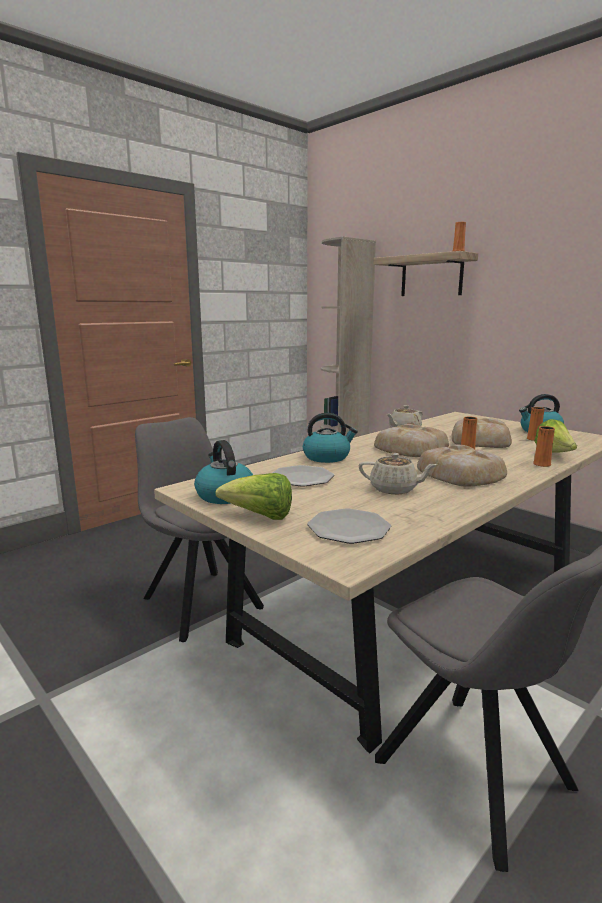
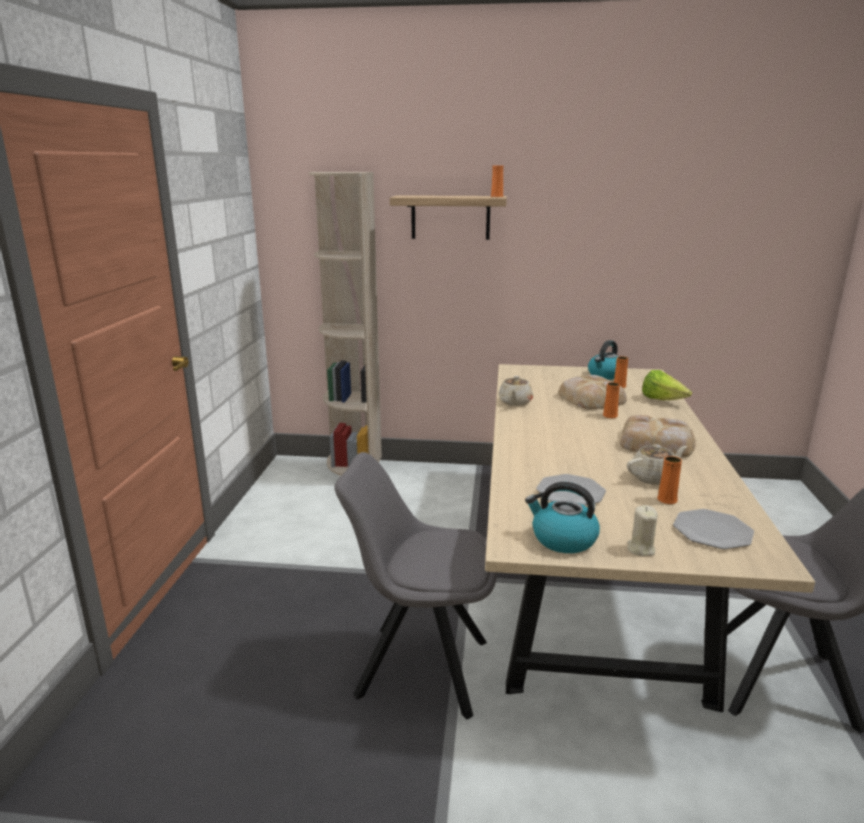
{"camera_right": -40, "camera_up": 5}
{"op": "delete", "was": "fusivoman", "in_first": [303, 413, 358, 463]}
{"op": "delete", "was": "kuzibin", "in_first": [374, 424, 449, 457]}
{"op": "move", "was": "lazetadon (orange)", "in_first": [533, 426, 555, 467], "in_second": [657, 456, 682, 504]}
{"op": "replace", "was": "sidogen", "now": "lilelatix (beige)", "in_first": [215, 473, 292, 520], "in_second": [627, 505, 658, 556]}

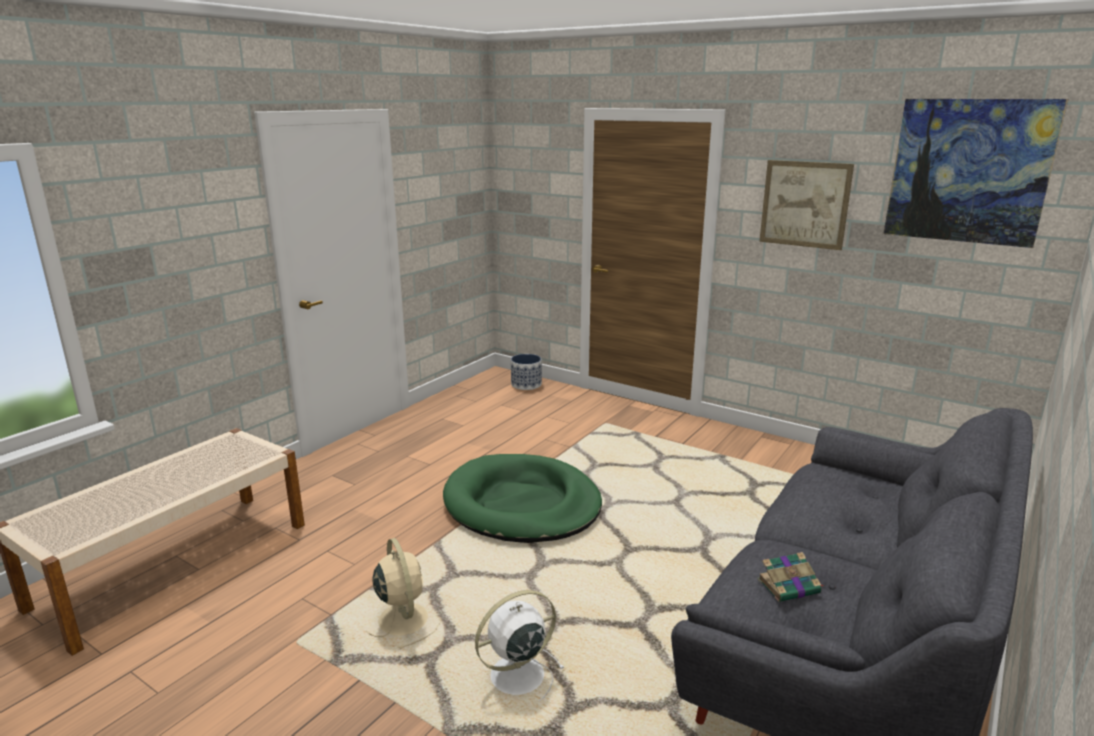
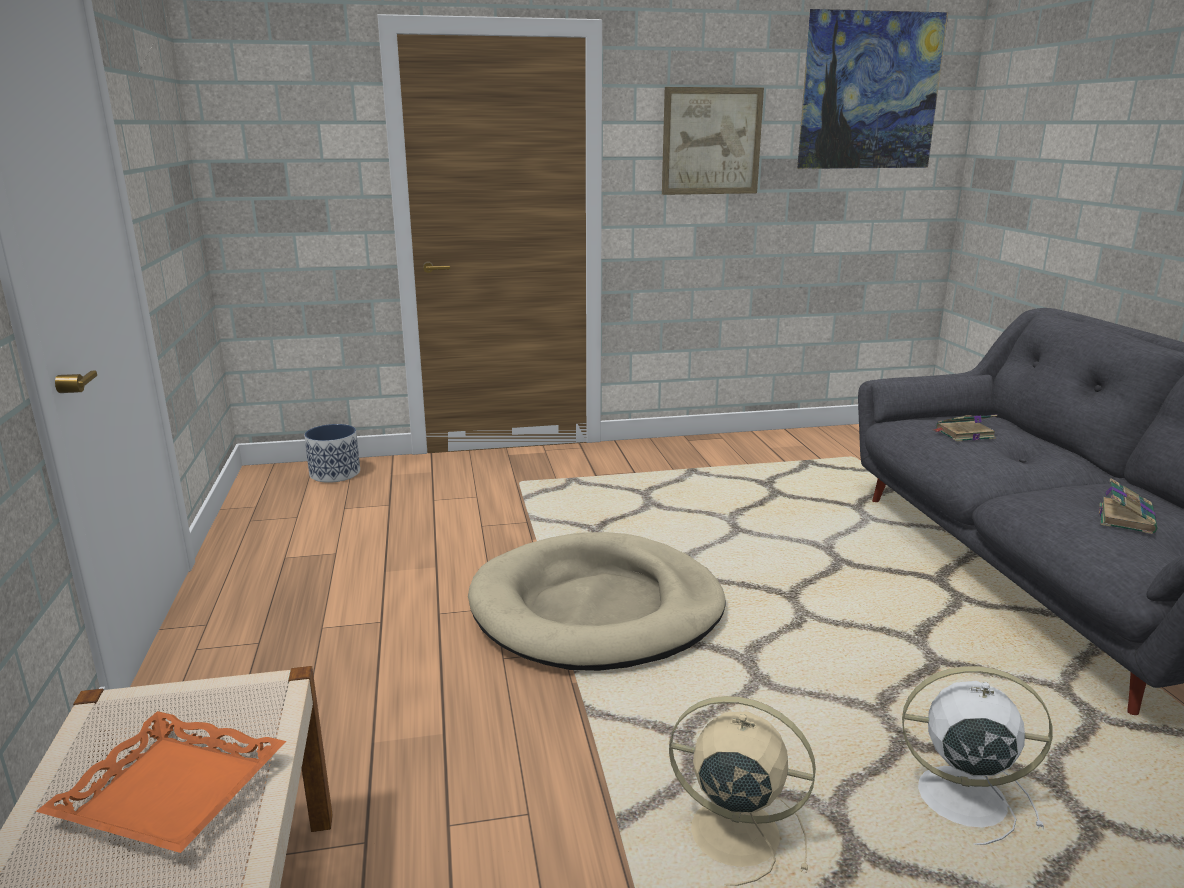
{"camera_right": -45, "camera_up": 0}
{"op": "recolor", "was": "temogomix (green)", "now": "temogomix (beige)", "in_first": [443, 454, 602, 543], "in_second": [468, 532, 726, 671]}
{"op": "rotate", "was": "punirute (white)", "in_first": [475, 590, 565, 702], "in_second": [902, 666, 1053, 845], "clockwise": 90}
{"op": "insert", "now": "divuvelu", "in_second": [935, 414, 997, 442]}
{"op": "insert", "now": "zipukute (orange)", "in_second": [36, 711, 286, 853]}

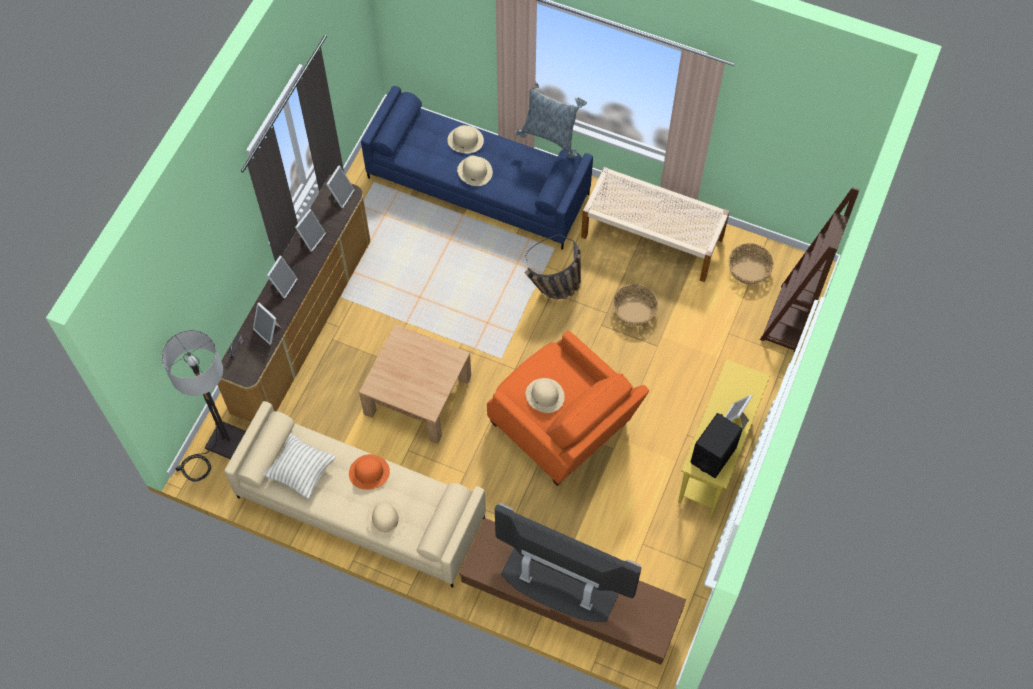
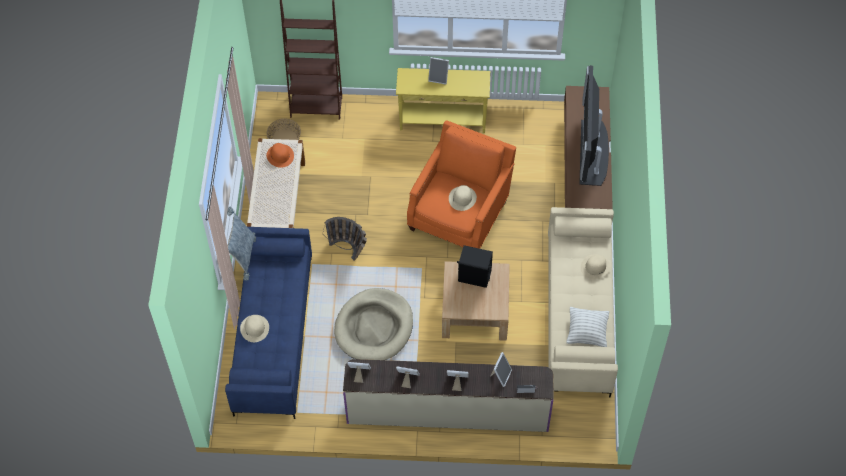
{"camera_right": -110, "camera_up": -5}
{"op": "delete", "was": "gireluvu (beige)", "in_first": [457, 156, 493, 186]}
{"op": "recolor", "was": "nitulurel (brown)", "now": "nitulurel (purple)", "in_first": [218, 175, 370, 423], "in_second": [343, 359, 554, 432]}
{"op": "delete", "was": "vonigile", "in_first": [613, 284, 658, 326]}
{"op": "delete", "was": "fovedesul", "in_first": [162, 330, 246, 482]}
{"op": "move", "was": "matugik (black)", "in_first": [691, 413, 743, 478], "in_second": [457, 245, 493, 288]}
{"op": "move", "was": "gireluvu (orange)", "in_first": [349, 454, 390, 490], "in_second": [266, 143, 294, 168]}
{"op": "insert", "now": "temogomix (beige)", "in_second": [334, 288, 413, 360]}

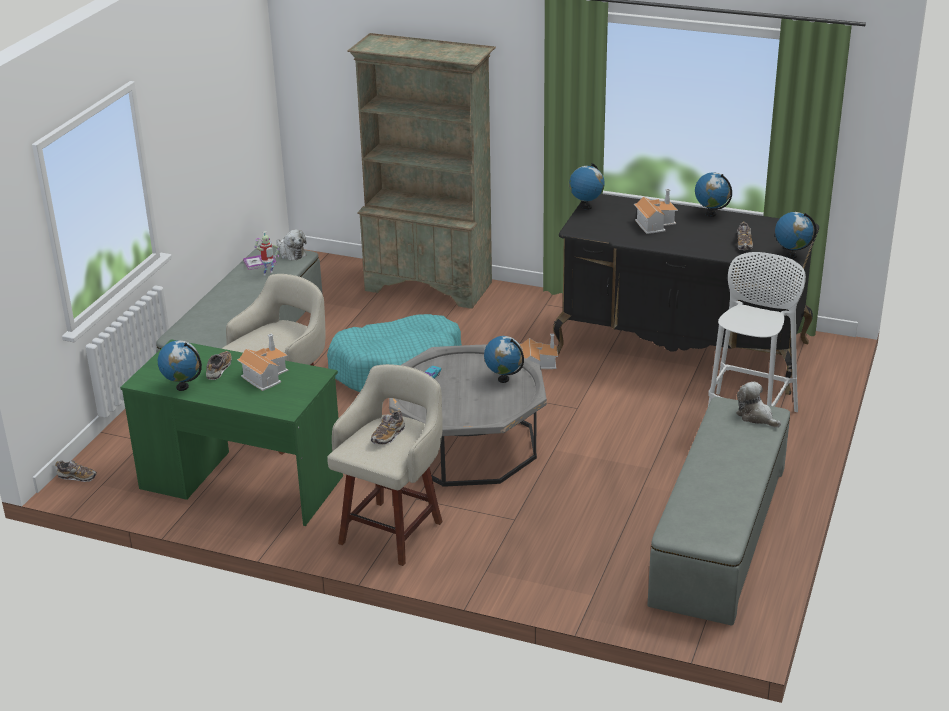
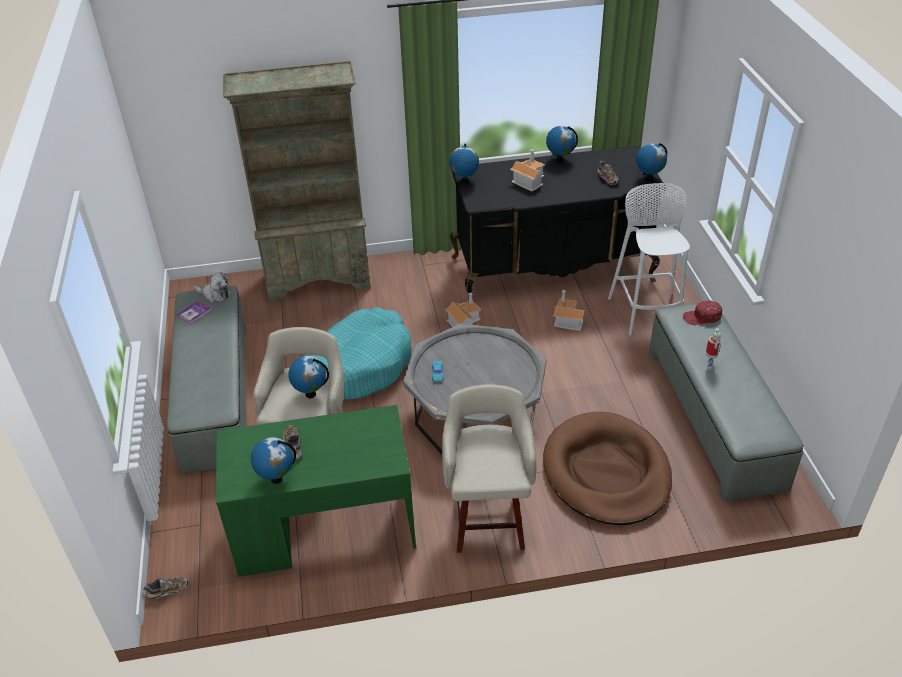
{"camera_right": -30, "camera_up": 10}
{"op": "move", "was": "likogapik", "in_first": [255, 231, 279, 276], "in_second": [706, 328, 721, 369]}
{"op": "move", "was": "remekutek", "in_first": [237, 334, 288, 391], "in_second": [553, 290, 585, 331]}
{"op": "move", "was": "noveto", "in_first": [484, 336, 524, 383], "in_second": [288, 356, 329, 398]}
{"op": "replace", "was": "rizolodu", "now": "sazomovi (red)", "in_first": [736, 382, 781, 427], "in_second": [683, 300, 722, 325]}
{"op": "delete", "was": "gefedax", "in_first": [371, 410, 405, 444]}
{"op": "insert", "now": "temogomix (brown)", "in_second": [543, 412, 672, 525]}

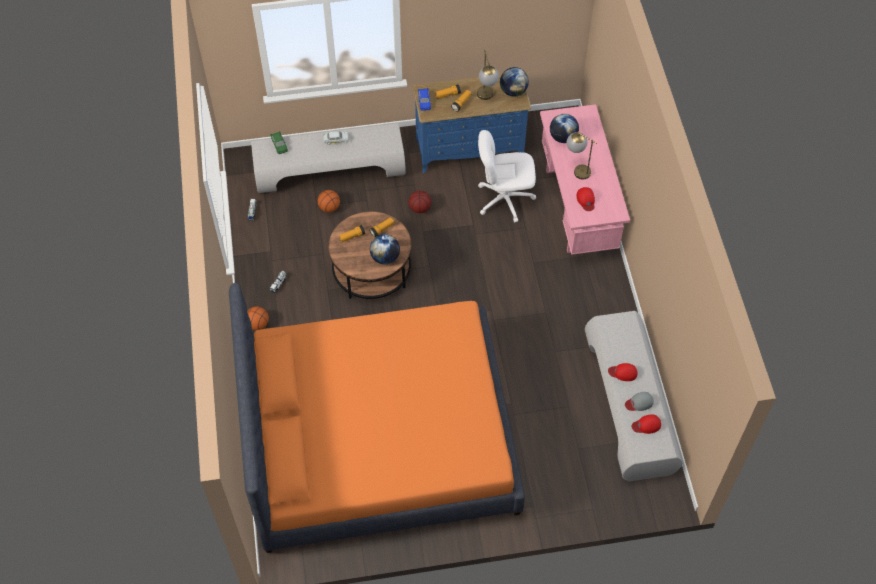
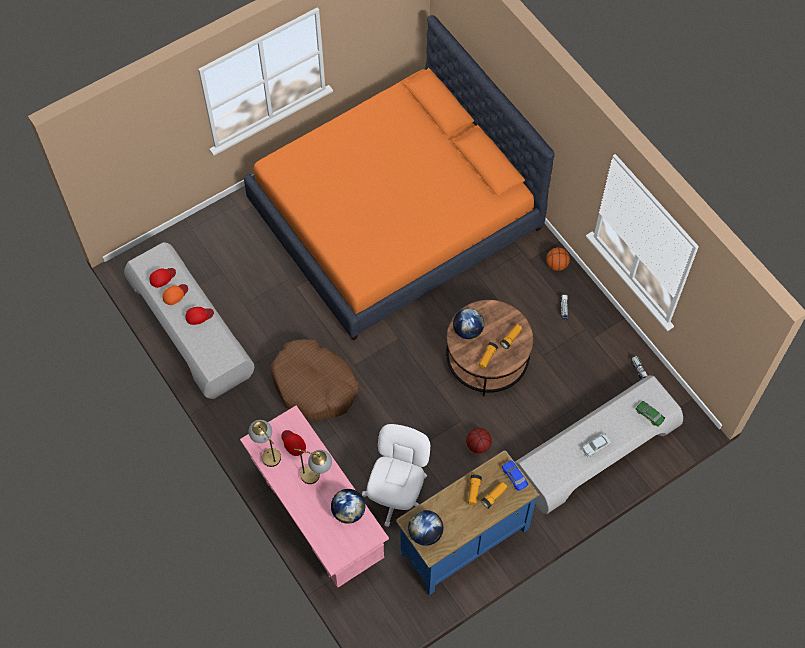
{"camera_right": 155, "camera_up": 5}
{"op": "move", "was": "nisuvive", "in_first": [477, 49, 499, 100], "in_second": [249, 420, 281, 467]}
{"op": "rotate", "was": "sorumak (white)", "in_first": [478, 130, 536, 222], "in_second": [362, 424, 430, 527], "clockwise": -45}
{"op": "delete", "was": "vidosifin", "in_first": [318, 190, 340, 212]}
{"op": "recolor", "was": "sazomovi (grey)", "now": "sazomovi (orange)", "in_first": [625, 392, 654, 411], "in_second": [162, 284, 188, 305]}
{"op": "insert", "now": "temogomix (brown)", "in_second": [270, 339, 359, 420]}

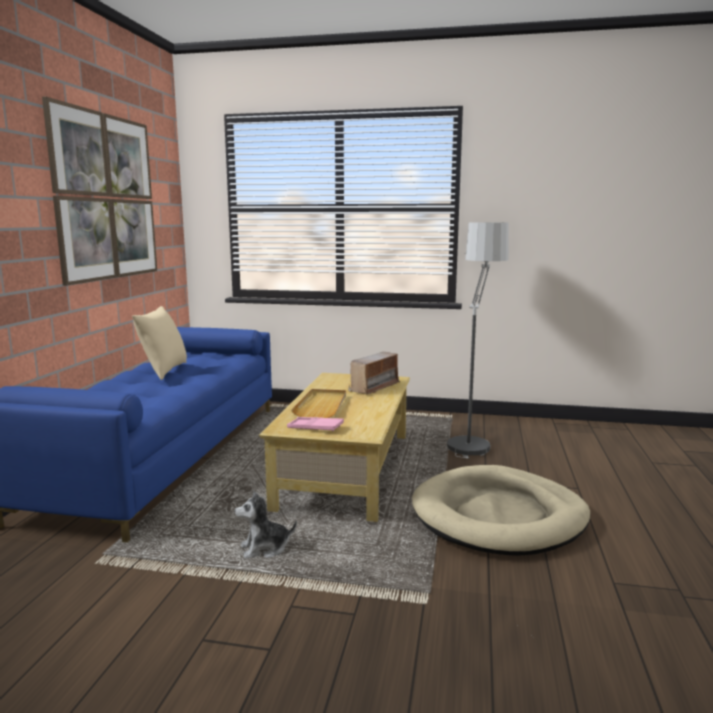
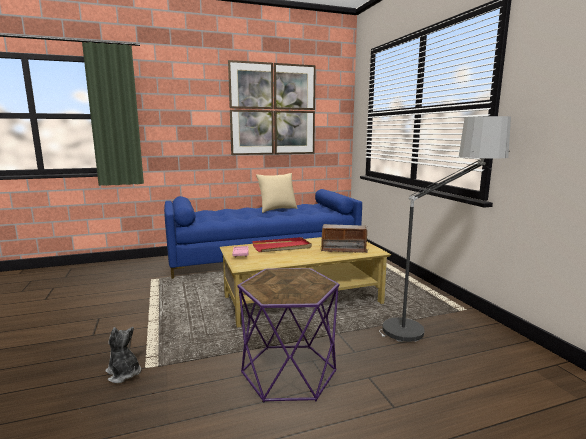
{"camera_right": 60, "camera_up": 0}
{"op": "recolor", "was": "zipukute (beige)", "now": "zipukute (red)", "in_first": [291, 389, 346, 418], "in_second": [252, 237, 312, 252]}
{"op": "replace", "was": "temogomix (beige)", "now": "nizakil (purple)", "in_first": [412, 465, 591, 556], "in_second": [238, 268, 340, 403]}
{"op": "move", "was": "rizolodu", "in_first": [235, 491, 297, 559], "in_second": [106, 327, 141, 383]}

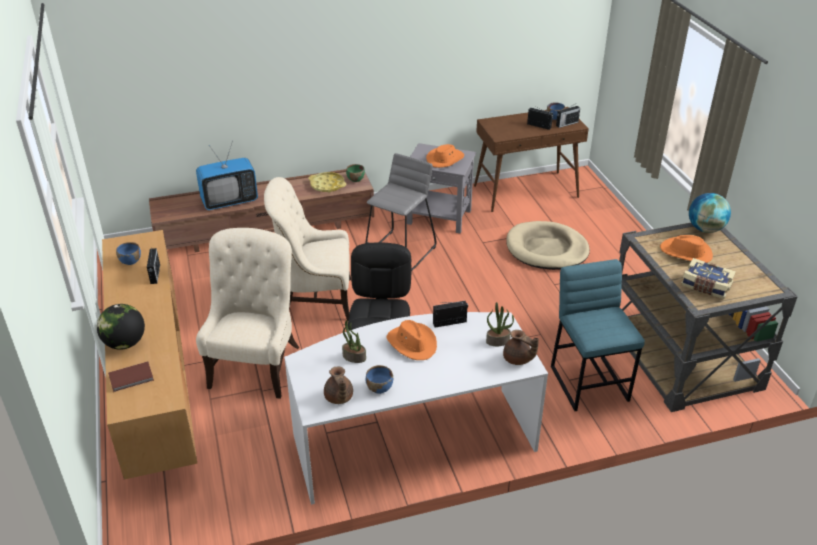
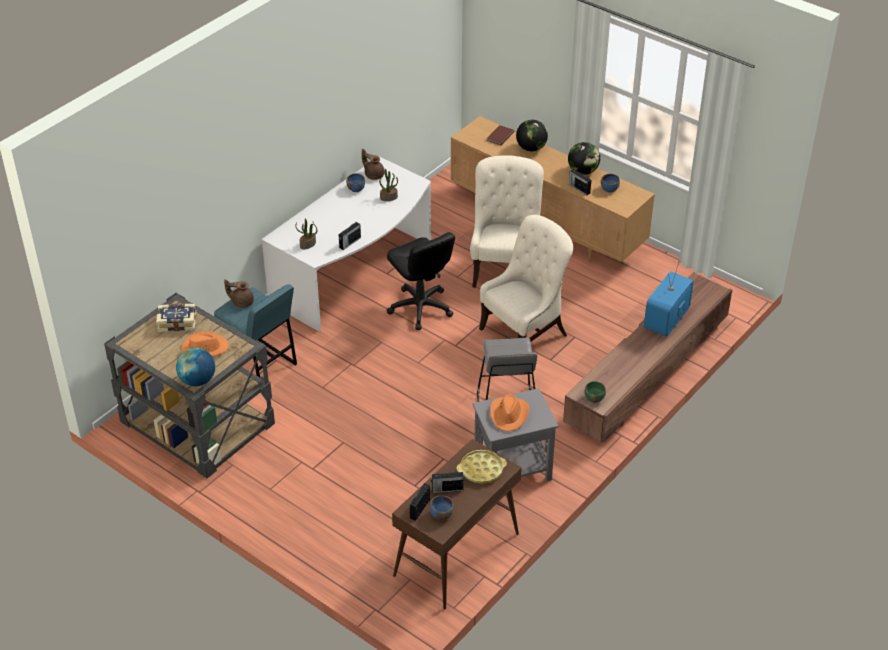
{"camera_right": 145, "camera_up": 5}
{"op": "move", "was": "zipukute (yellow)", "in_first": [308, 172, 346, 192], "in_second": [457, 450, 507, 484]}
{"op": "delete", "was": "temogomix (beige)", "in_first": [506, 221, 590, 270]}
{"op": "rotate", "was": "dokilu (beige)", "in_first": [196, 228, 300, 399], "in_second": [470, 155, 544, 288], "clockwise": -150}
{"op": "delete", "was": "gireluvu (orange)", "in_first": [386, 320, 437, 360]}
{"op": "move", "was": "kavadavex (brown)", "in_first": [503, 330, 539, 365], "in_second": [224, 279, 254, 308]}
{"op": "insert", "now": "noveto", "in_second": [568, 142, 600, 175]}

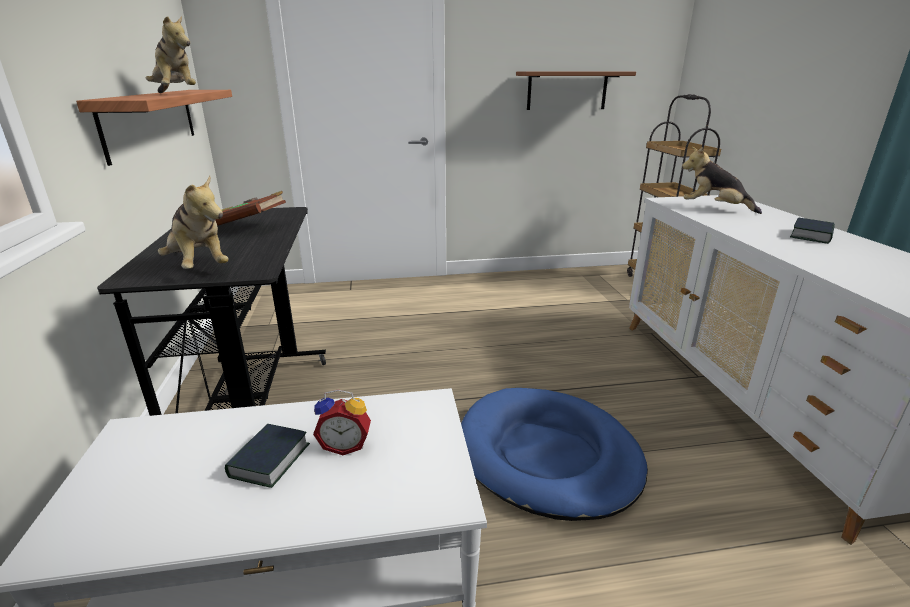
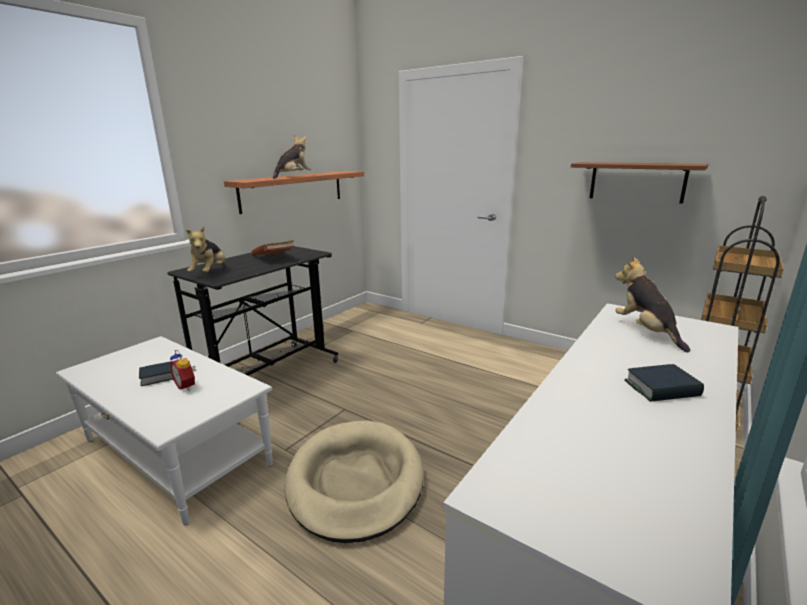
{"camera_right": 45, "camera_up": -5}
{"op": "rotate", "was": "rizolodu", "in_first": [146, 16, 196, 93], "in_second": [273, 135, 311, 179], "clockwise": -150}
{"op": "recolor", "was": "temogomix (blue)", "now": "temogomix (beige)", "in_first": [461, 388, 648, 521], "in_second": [284, 421, 424, 543]}

